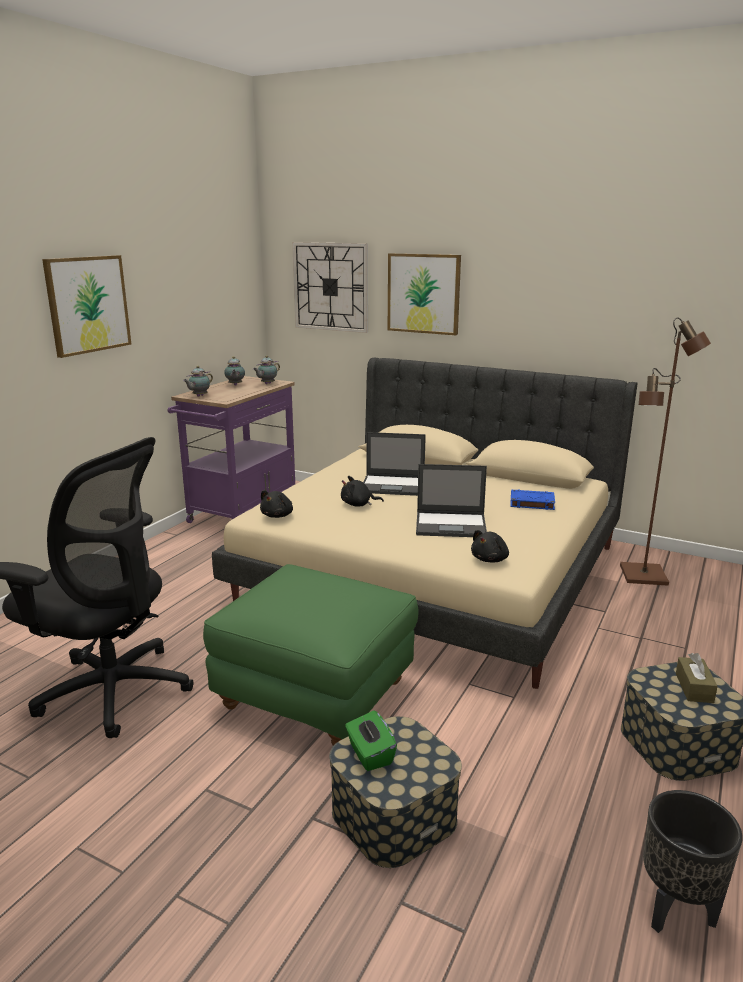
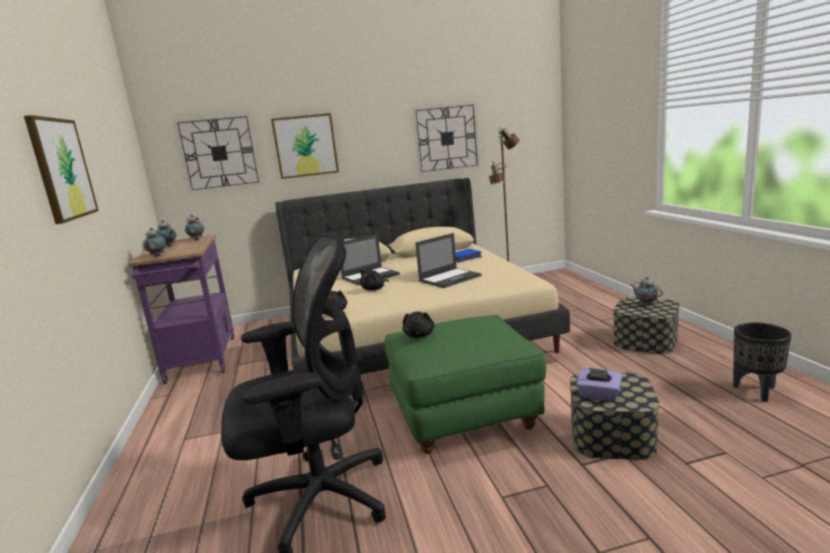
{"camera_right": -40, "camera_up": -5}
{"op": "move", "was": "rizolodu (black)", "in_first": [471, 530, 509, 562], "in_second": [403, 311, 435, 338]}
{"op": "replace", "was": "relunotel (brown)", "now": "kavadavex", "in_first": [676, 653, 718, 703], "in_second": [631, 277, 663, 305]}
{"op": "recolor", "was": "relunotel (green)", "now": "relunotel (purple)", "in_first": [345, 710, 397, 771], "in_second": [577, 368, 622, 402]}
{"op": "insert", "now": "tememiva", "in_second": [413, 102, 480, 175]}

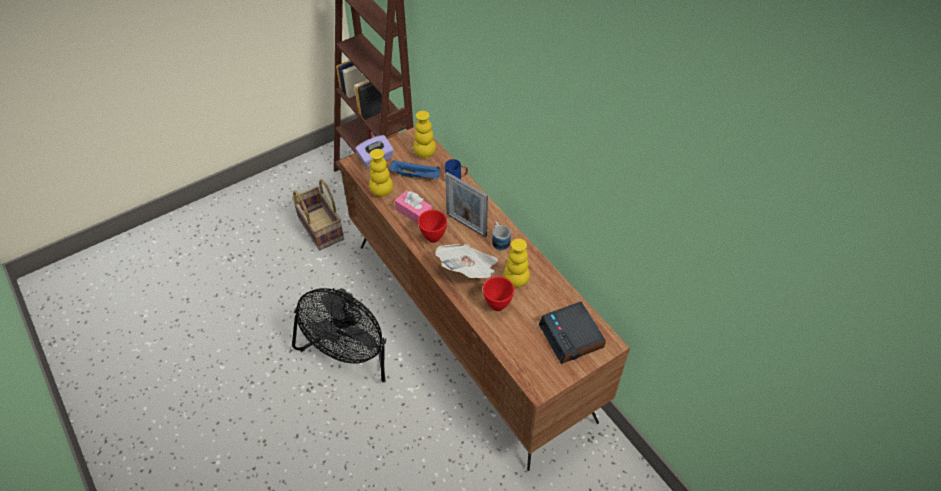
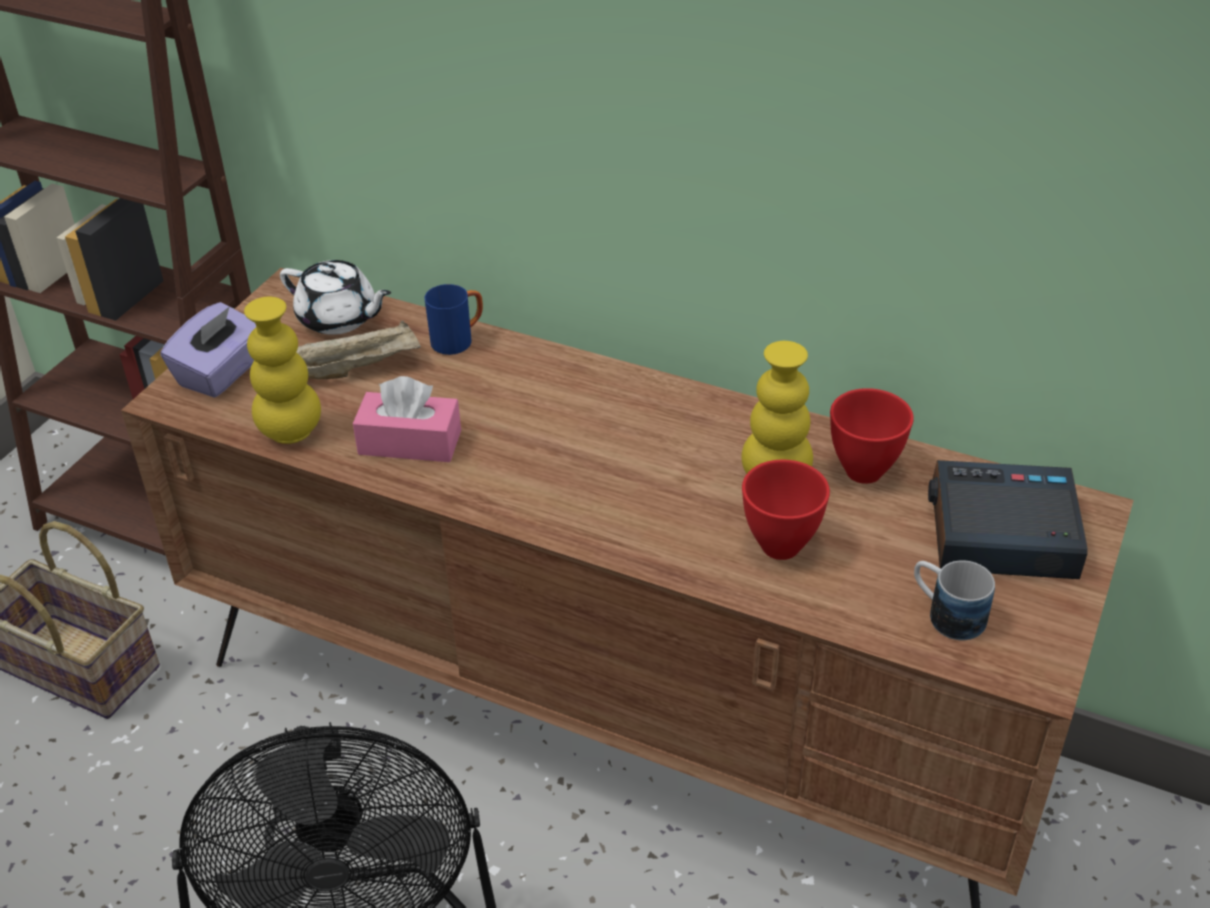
{"camera_right": -30, "camera_up": -10}
{"op": "replace", "was": "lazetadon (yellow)", "now": "kavadavex (white)", "in_first": [413, 111, 436, 158], "in_second": [280, 260, 391, 335]}
{"op": "recolor", "was": "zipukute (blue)", "now": "zipukute (beige)", "in_first": [389, 160, 440, 179], "in_second": [296, 321, 421, 379]}
{"op": "delete", "was": "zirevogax", "in_first": [445, 172, 488, 238]}
{"op": "move", "was": "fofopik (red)", "in_first": [418, 210, 447, 243], "in_second": [830, 388, 914, 484]}
{"op": "move", "was": "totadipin", "in_first": [492, 221, 511, 250], "in_second": [914, 560, 995, 640]}
{"op": "delete", "was": "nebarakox", "in_first": [435, 244, 498, 278]}
{"op": "rotate", "was": "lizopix", "in_first": [539, 302, 606, 364], "in_second": [928, 460, 1088, 579], "clockwise": 150}

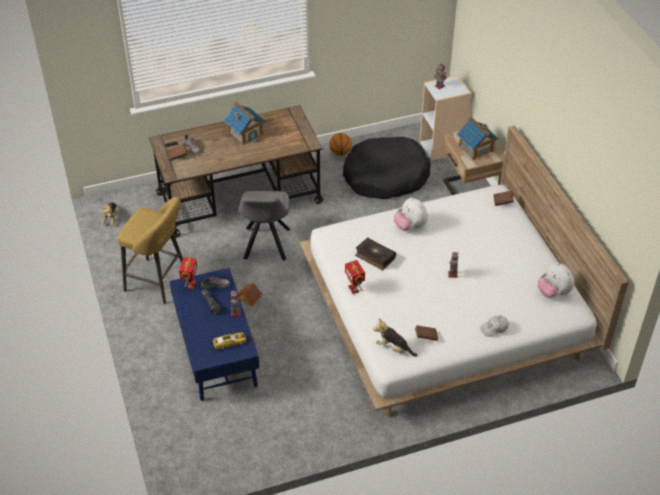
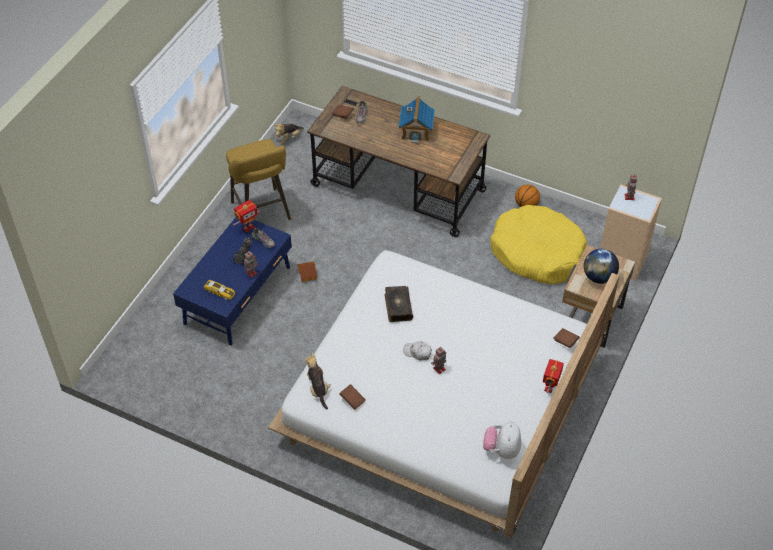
{"camera_right": 45, "camera_up": 5}
{"op": "replace", "was": "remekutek", "now": "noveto", "in_first": [457, 116, 499, 160], "in_second": [584, 249, 619, 284]}
{"op": "recolor", "was": "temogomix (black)", "now": "temogomix (yellow)", "in_first": [343, 137, 431, 199], "in_second": [490, 205, 587, 284]}
{"op": "delete", "was": "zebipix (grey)", "in_first": [239, 191, 290, 261]}
{"op": "delete", "was": "rizolodu", "in_first": [394, 197, 428, 231]}
{"op": "move", "was": "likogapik", "in_first": [345, 260, 365, 294], "in_second": [543, 359, 564, 393]}
{"op": "move", "was": "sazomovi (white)", "in_first": [480, 315, 509, 337], "in_second": [403, 341, 432, 361]}

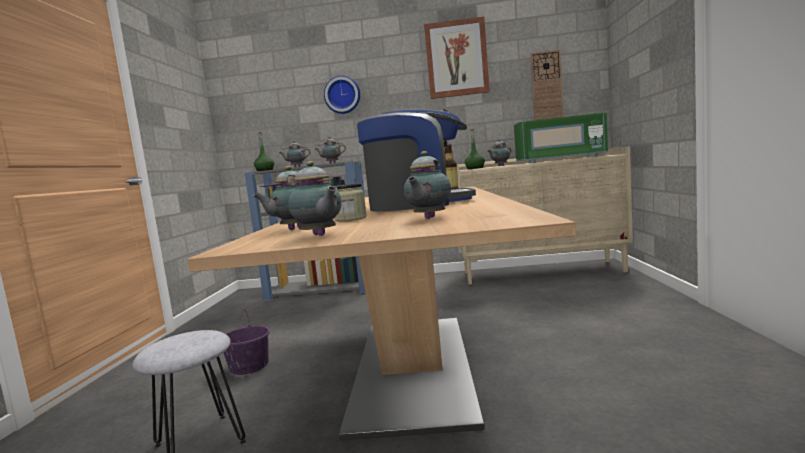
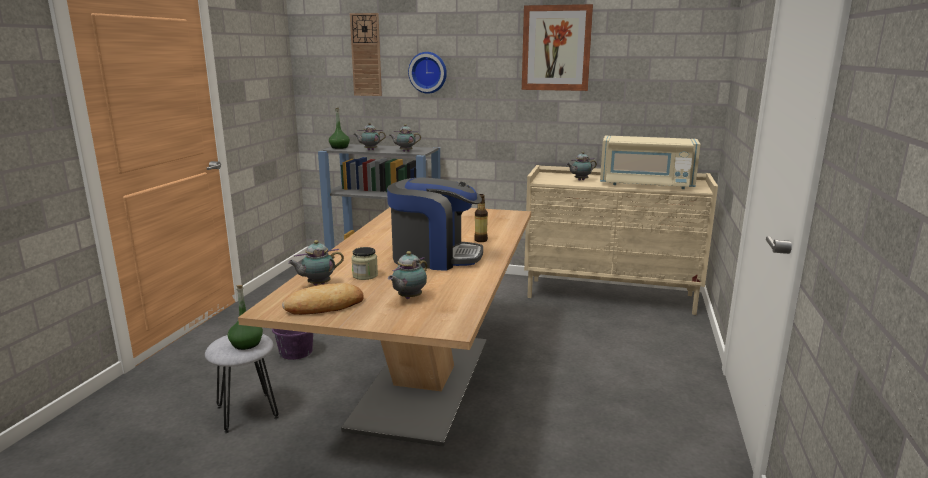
{"camera_right": 10, "camera_up": 10}
{"op": "move", "was": "tememiva", "in_first": [531, 49, 564, 120], "in_second": [350, 13, 382, 96]}
{"op": "recolor", "was": "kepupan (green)", "now": "kepupan (beige)", "in_first": [514, 113, 608, 163], "in_second": [600, 136, 701, 189]}
{"op": "move", "was": "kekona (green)", "in_first": [464, 129, 485, 169], "in_second": [227, 285, 263, 350]}
{"op": "replace", "was": "kavadavex", "now": "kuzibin", "in_first": [288, 161, 342, 236], "in_second": [282, 283, 364, 315]}

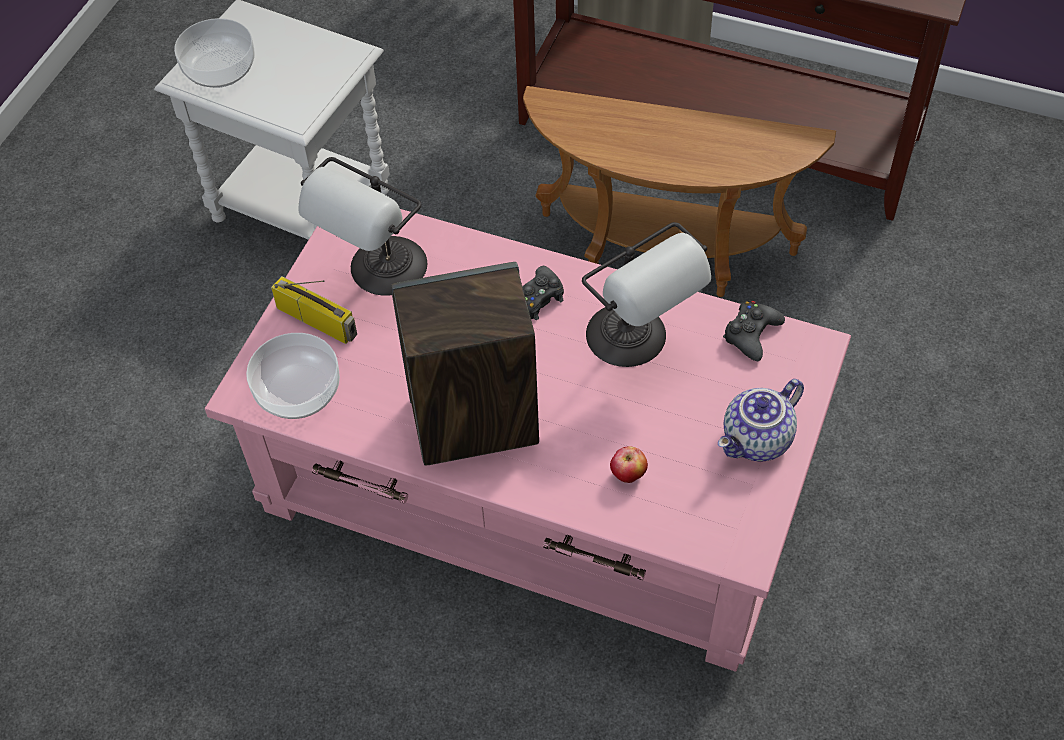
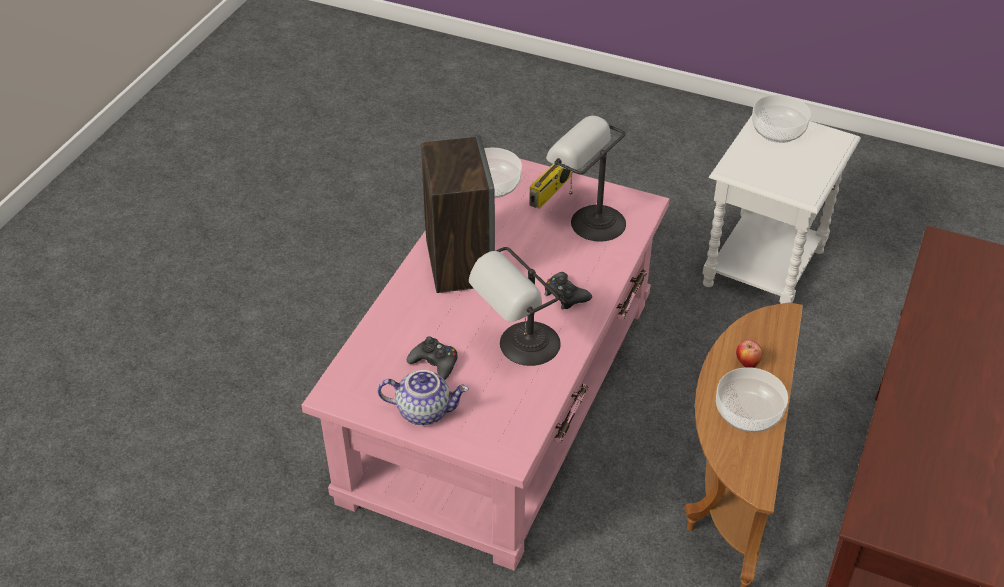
{"camera_right": 90, "camera_up": -10}
{"op": "move", "was": "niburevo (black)", "in_first": [723, 301, 785, 361], "in_second": [407, 336, 458, 380]}
{"op": "rotate", "was": "kavadavex", "in_first": [718, 379, 804, 461], "in_second": [378, 370, 469, 425], "clockwise": 135}
{"op": "move", "was": "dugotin", "in_first": [610, 446, 648, 483], "in_second": [736, 340, 762, 368]}
{"op": "insert", "now": "fofopik", "in_second": [716, 367, 788, 432]}

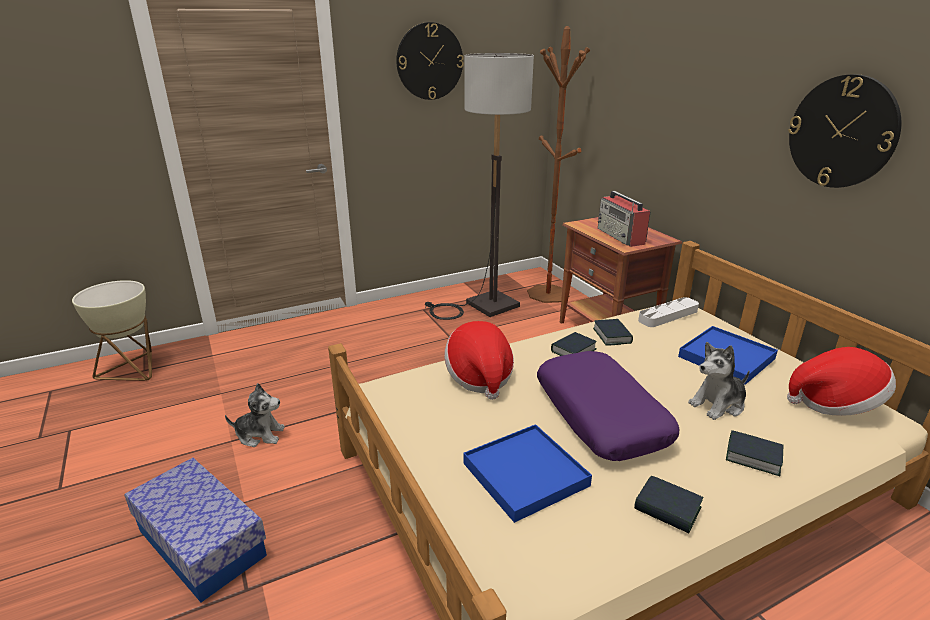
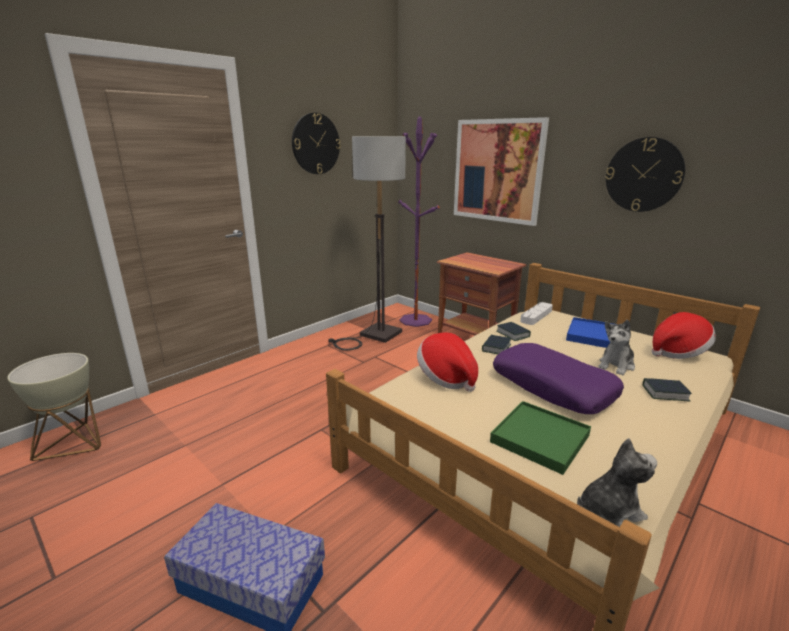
{"camera_right": -20, "camera_up": -5}
{"op": "recolor", "was": "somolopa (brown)", "now": "somolopa (purple)", "in_first": [527, 26, 590, 303], "in_second": [398, 117, 440, 327]}
{"op": "delete", "was": "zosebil", "in_first": [598, 191, 650, 247]}
{"op": "move", "was": "rizolodu", "in_first": [225, 383, 285, 447], "in_second": [577, 438, 657, 527]}
{"op": "recolor", "was": "zipukute (blue)", "now": "zipukute (green)", "in_first": [463, 424, 592, 523], "in_second": [490, 401, 591, 475]}
{"op": "delete", "was": "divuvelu", "in_first": [634, 475, 703, 533]}
{"op": "insert", "now": "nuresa", "in_second": [454, 117, 549, 226]}

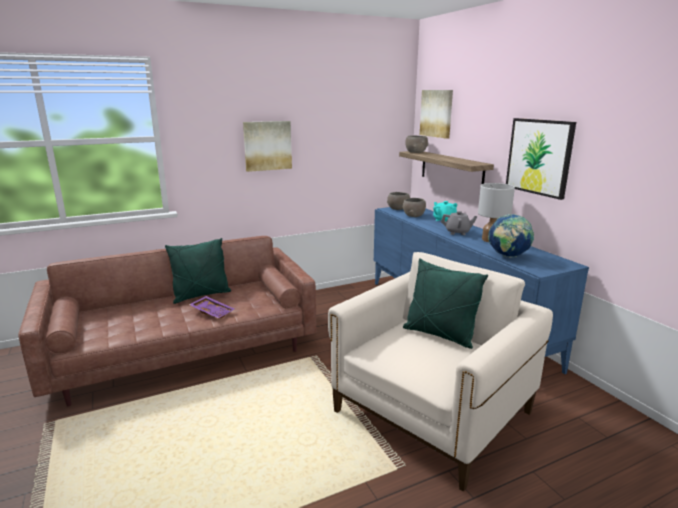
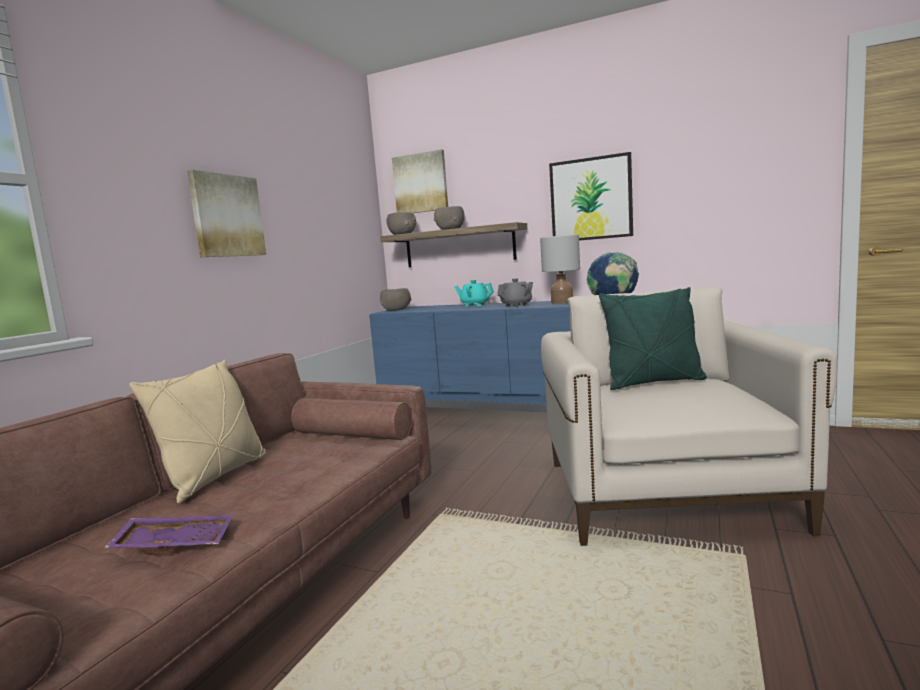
{"camera_right": -40, "camera_up": -10}
{"op": "move", "was": "fofopik (grey)", "in_first": [403, 198, 426, 217], "in_second": [434, 206, 464, 230]}
{"op": "recolor", "was": "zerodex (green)", "now": "zerodex (beige)", "in_first": [165, 238, 231, 304], "in_second": [129, 360, 266, 504]}
{"op": "move", "was": "zipukute (purple)", "in_first": [189, 296, 235, 319], "in_second": [104, 515, 233, 555]}

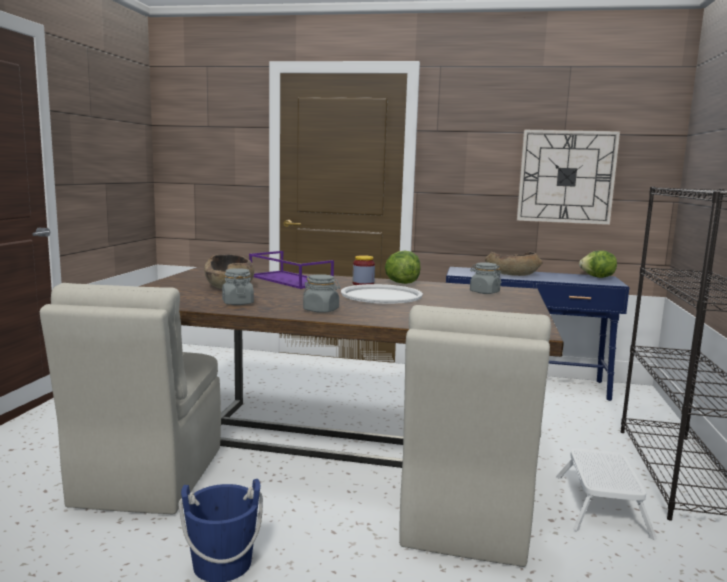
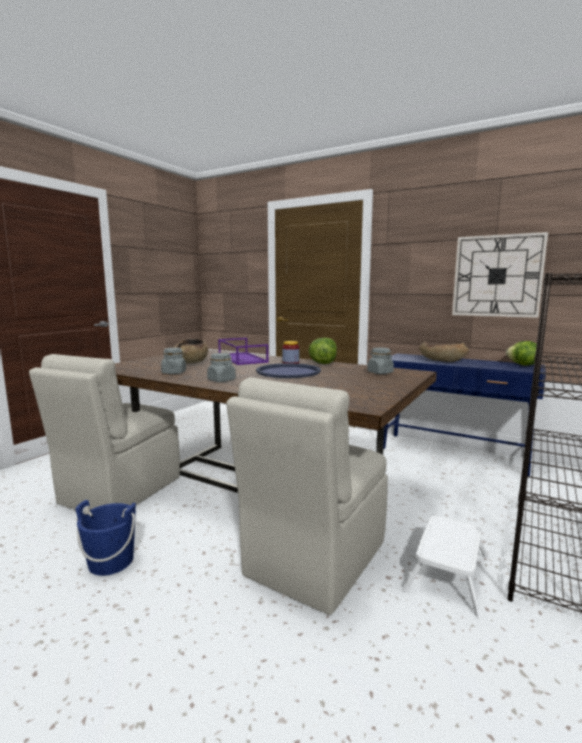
{"camera_right": 20, "camera_up": 0}
{"op": "recolor", "was": "zipukute (white)", "now": "zipukute (blue)", "in_first": [341, 284, 423, 304], "in_second": [256, 363, 321, 378]}

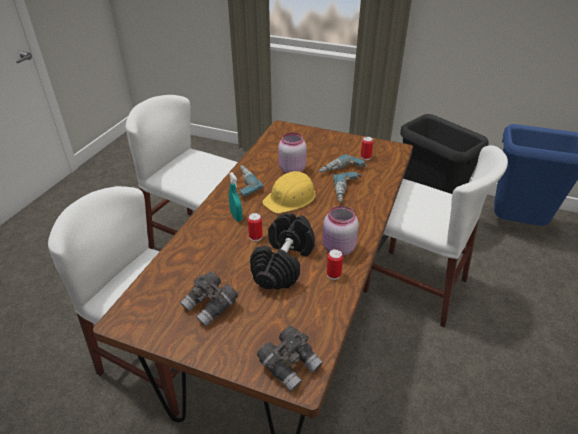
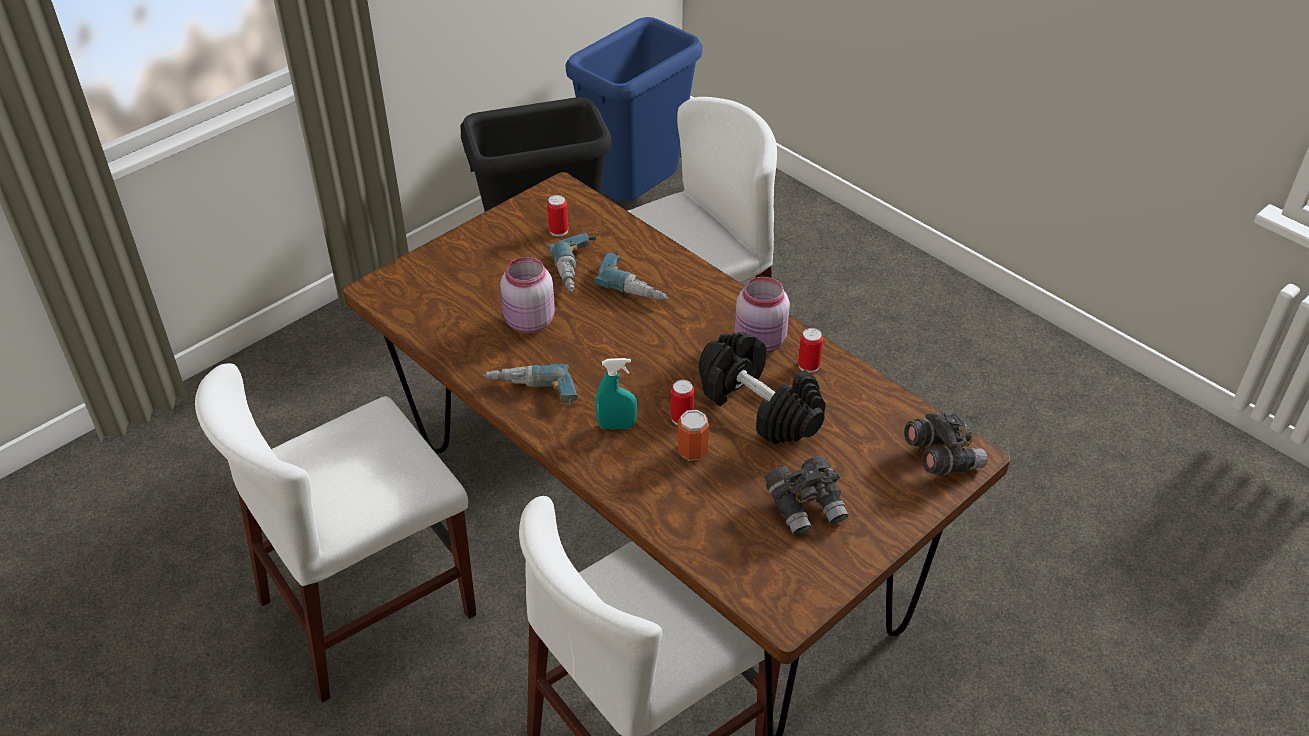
{"camera_right": -65, "camera_up": 5}
{"op": "delete", "was": "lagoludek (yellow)", "in_first": [262, 171, 316, 213]}
{"op": "insert", "now": "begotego", "in_second": [678, 410, 709, 461]}

